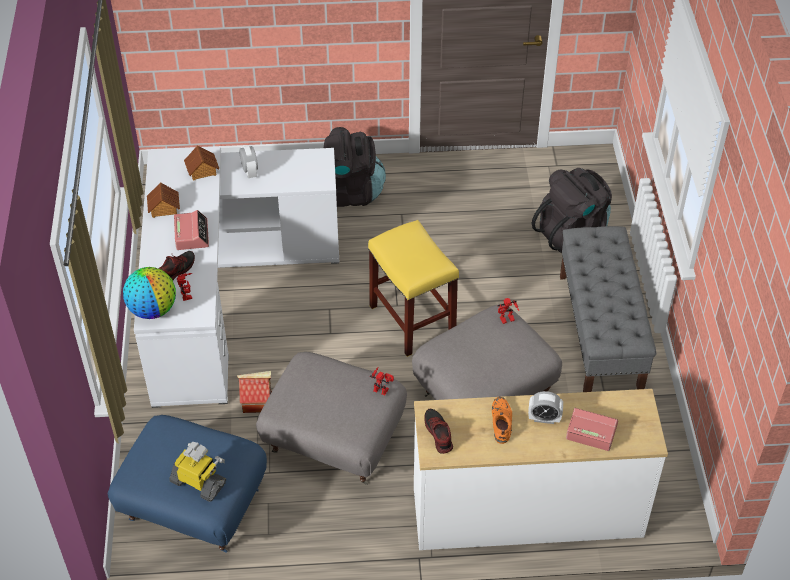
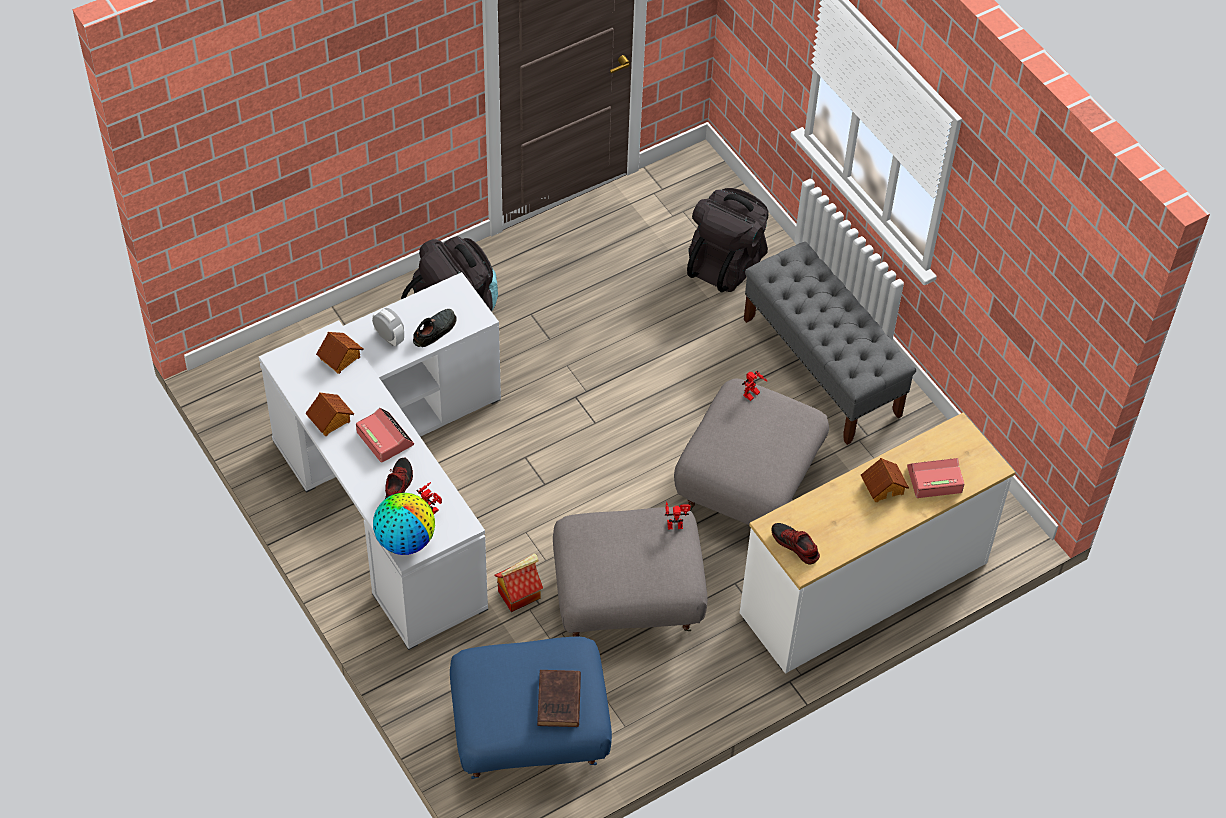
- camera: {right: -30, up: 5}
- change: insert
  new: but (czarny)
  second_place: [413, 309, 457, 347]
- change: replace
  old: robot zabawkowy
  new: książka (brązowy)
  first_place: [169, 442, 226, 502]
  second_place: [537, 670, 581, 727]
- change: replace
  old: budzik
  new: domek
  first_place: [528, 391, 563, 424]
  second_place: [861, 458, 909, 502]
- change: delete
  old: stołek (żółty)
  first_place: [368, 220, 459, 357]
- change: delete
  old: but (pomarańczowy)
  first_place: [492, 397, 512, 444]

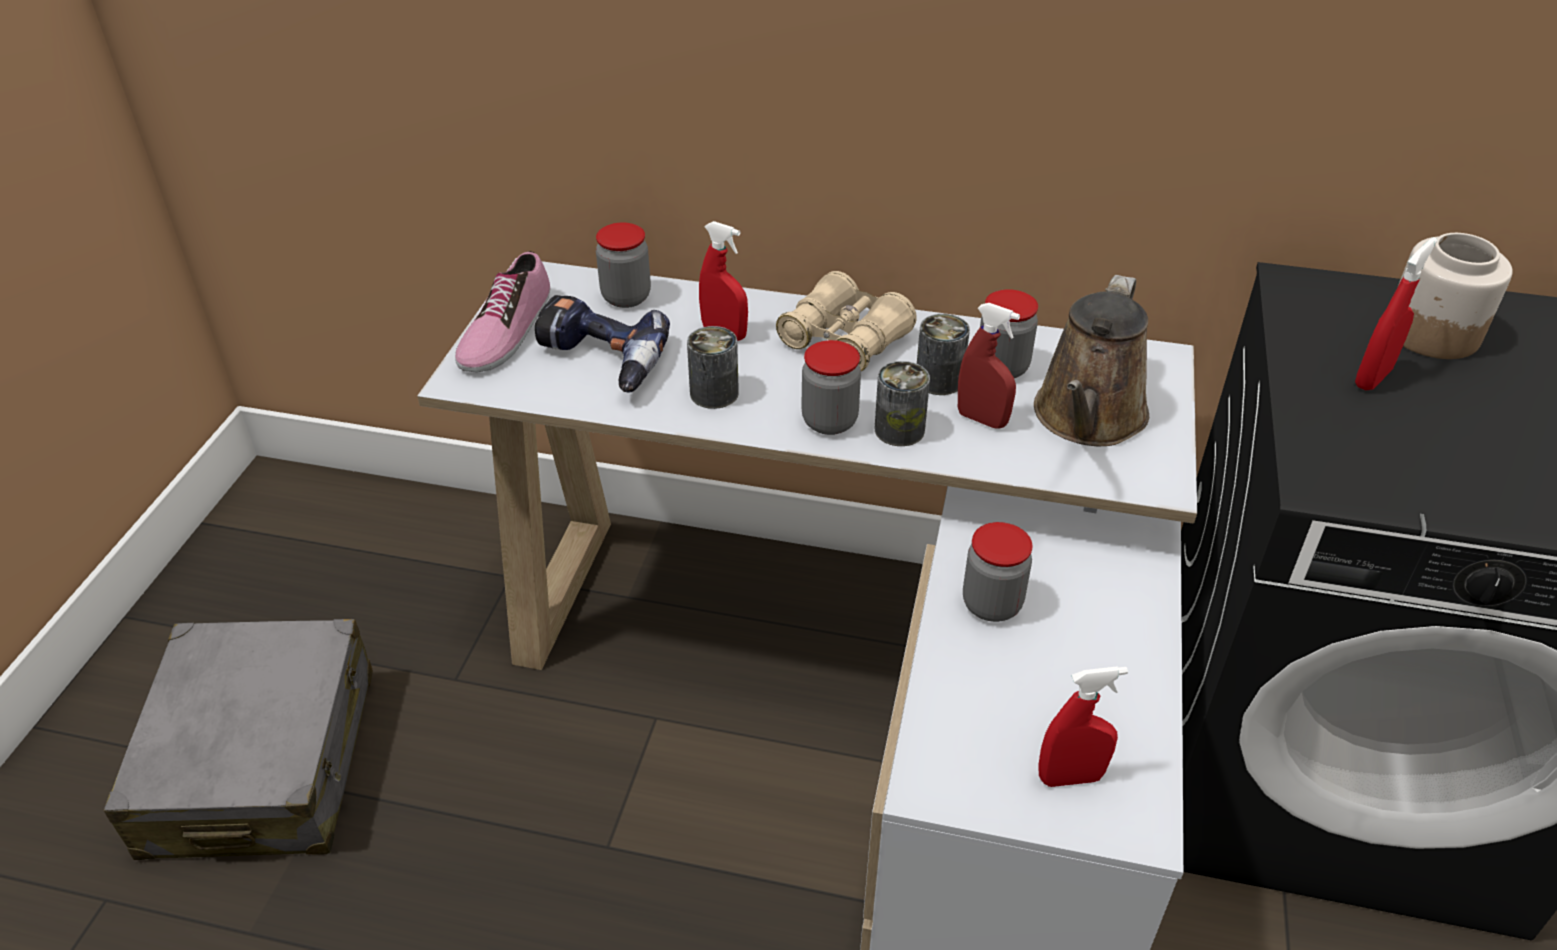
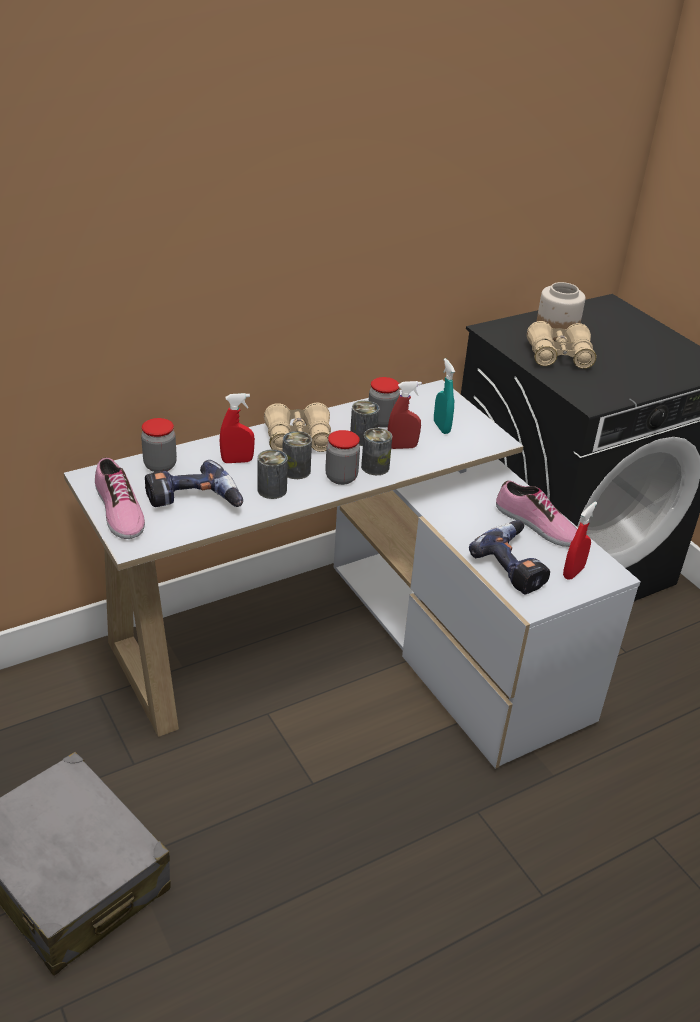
- camera: {right: -45, up: -5}
- change: insert
  new: puszka
  second_place: [282, 431, 312, 479]
- change: replace
  old: konewka (brązowy)
  new: spryskiwacz (turkusowy)
  first_place: [1034, 275, 1149, 446]
  second_place: [434, 358, 455, 434]
- change: insert
  new: wiertarka
  second_place: [469, 520, 550, 594]
- change: insert
  new: but
  second_place: [496, 480, 577, 547]
- change: replace
  old: spryskiwacz (czerwony)
  new: lornetka (beżowy)
  first_place: [1355, 237, 1438, 391]
  second_place: [527, 321, 597, 369]
- change: delete
  old: słoik
  first_place: [963, 522, 1033, 622]

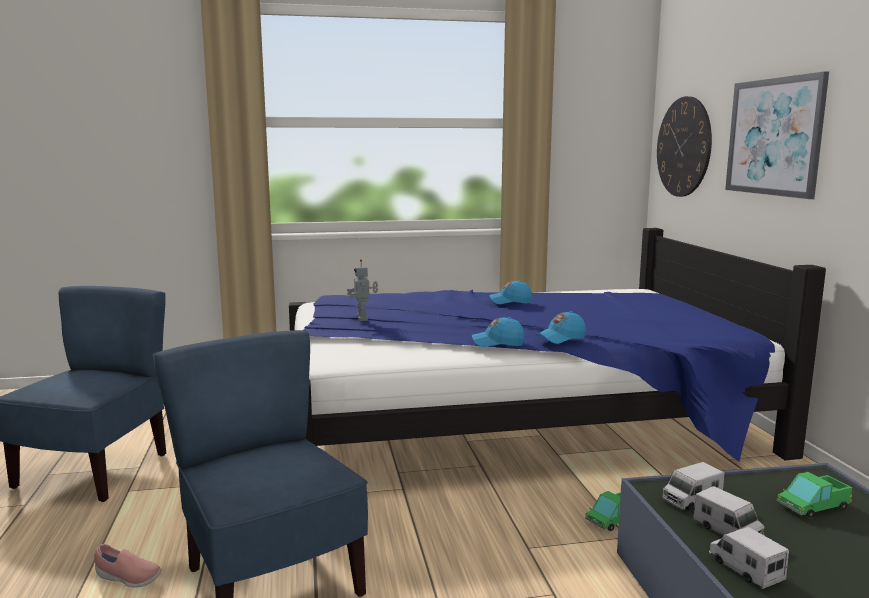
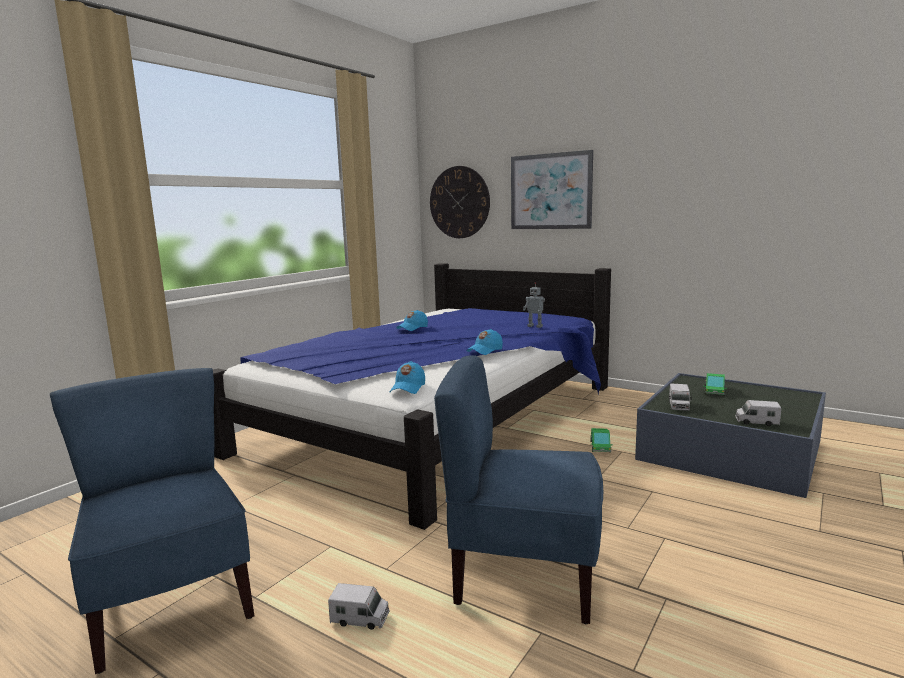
- camera: {right: -45, up: 0}
- change: move
  old: ciężarówka zabawkowa
  first_place: [693, 486, 765, 536]
  second_place: [328, 583, 389, 630]
- change: move
  old: czapka z daszkiem (niebieski)
  first_place: [536, 311, 586, 344]
  second_place: [390, 361, 425, 394]
- change: move
  old: robot zabawkowy
  first_place: [347, 260, 378, 321]
  second_place: [523, 282, 545, 328]
- change: delete
  old: but (różowy)
  first_place: [94, 544, 161, 588]

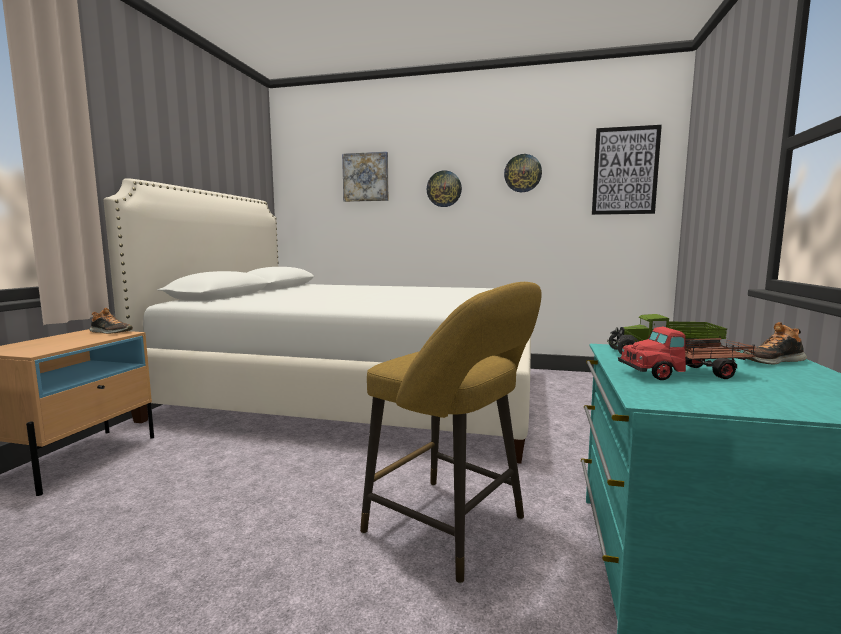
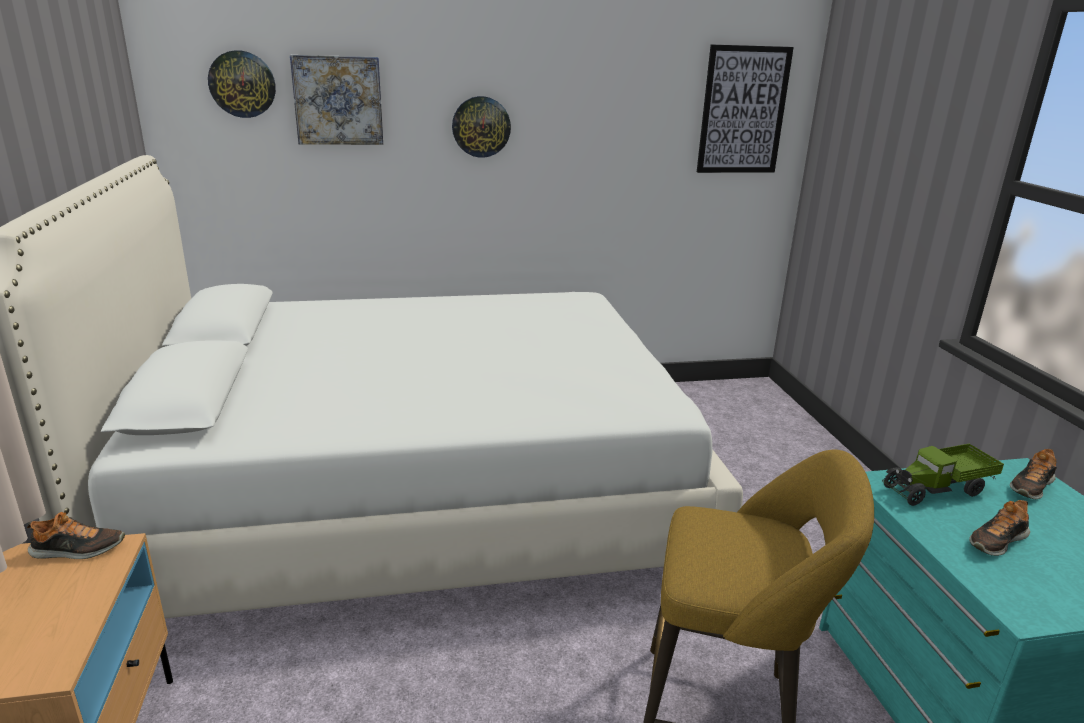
- camera: {right: -25, up: 15}
- change: move
  old: zegar ścienny
  first_place: [504, 154, 542, 192]
  second_place: [208, 50, 276, 118]
- change: replace
  old: ciężarówka zabawkowa
  new: but
  first_place: [618, 326, 756, 380]
  second_place: [969, 500, 1030, 556]

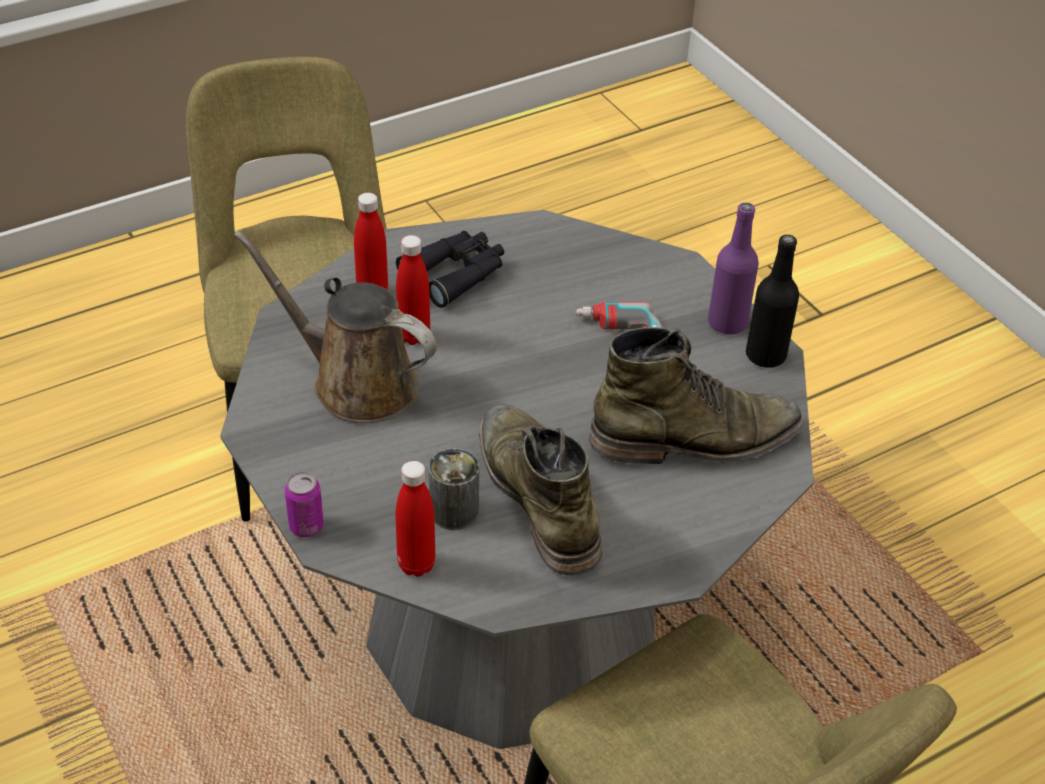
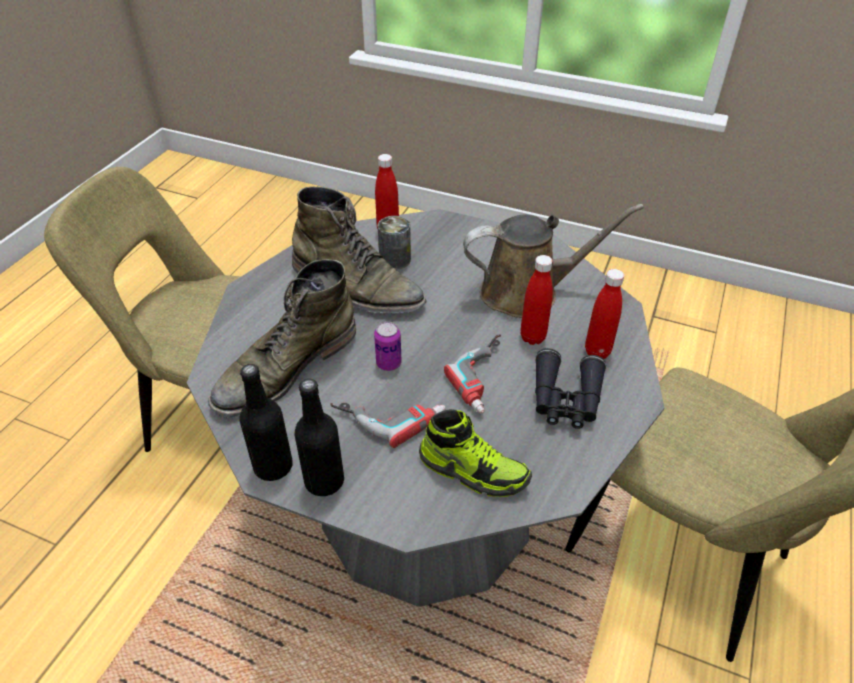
- camera: {right: 145, up: 0}
- change: recolor
  old: butelka (fioletowy)
  new: butelka (czarny)
  first_place: [708, 203, 759, 334]
  second_place: [295, 379, 344, 496]
- change: move
  old: puszka
  first_place: [285, 472, 324, 537]
  second_place: [374, 321, 402, 371]
- change: insert
  new: but
  second_place: [419, 409, 532, 497]
- change: insert
  new: wiertarka
  second_place: [444, 334, 501, 414]

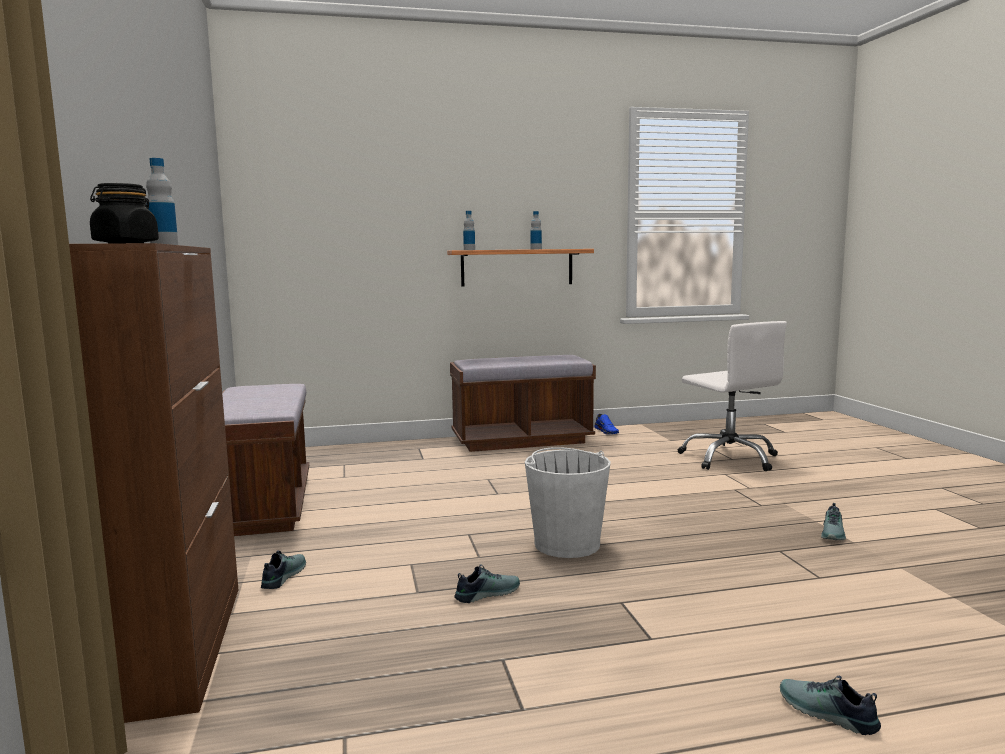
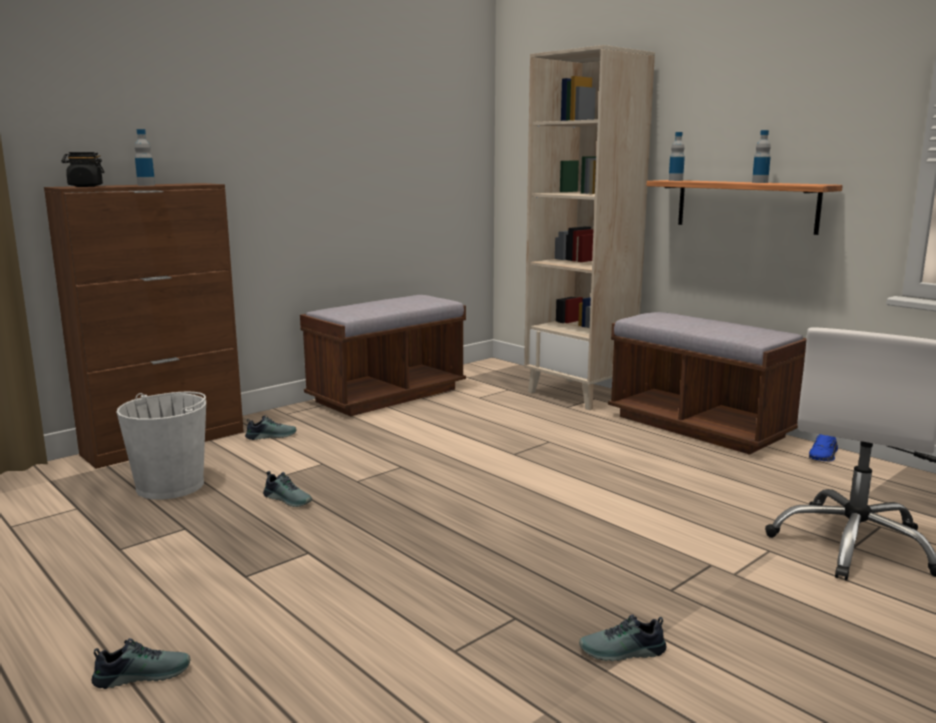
- camera: {right: 60, up: 5}
- change: rotate
  old: but
  first_place: [780, 676, 881, 735]
  second_place: [91, 638, 190, 689]
  degrees: 60
- change: move
  old: wiadro (biały)
  first_place: [525, 447, 611, 558]
  second_place: [117, 392, 206, 500]
- change: insert
  new: regał (beżowy)
  second_place: [524, 45, 655, 410]

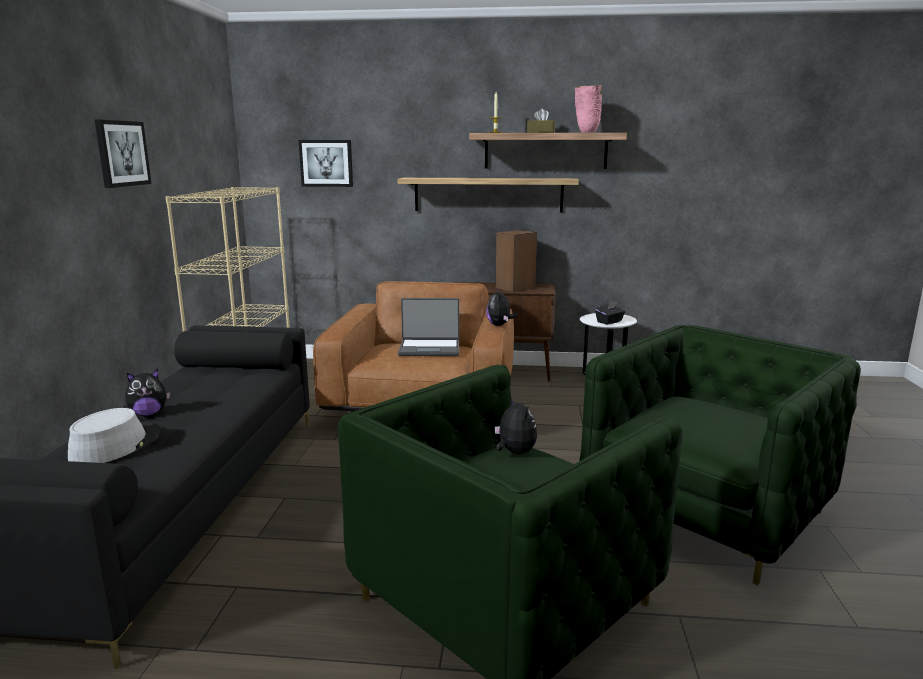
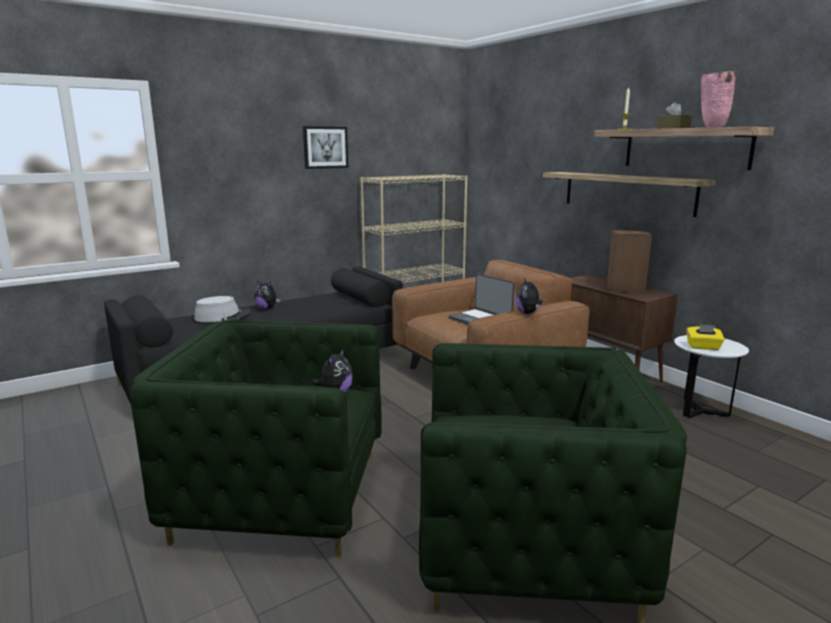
- camera: {right: 50, up: 0}
- change: rotate
  old: pluszak
  first_place: [486, 288, 517, 326]
  second_place: [515, 278, 542, 314]
  degrees: -60
- change: recolor
  old: pudełko chusteczek (czarny)
  new: pudełko chusteczek (żółty)
  first_place: [595, 302, 625, 325]
  second_place: [686, 324, 725, 350]
- change: delete
  old: obraz
  first_place: [299, 140, 353, 187]

